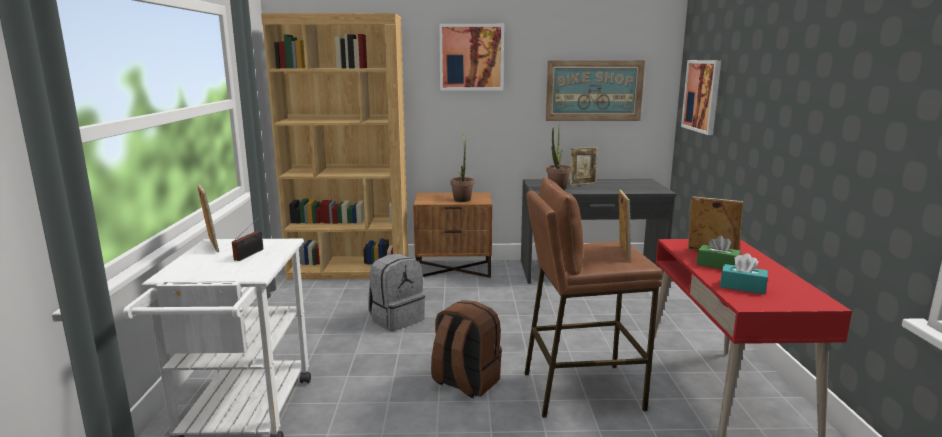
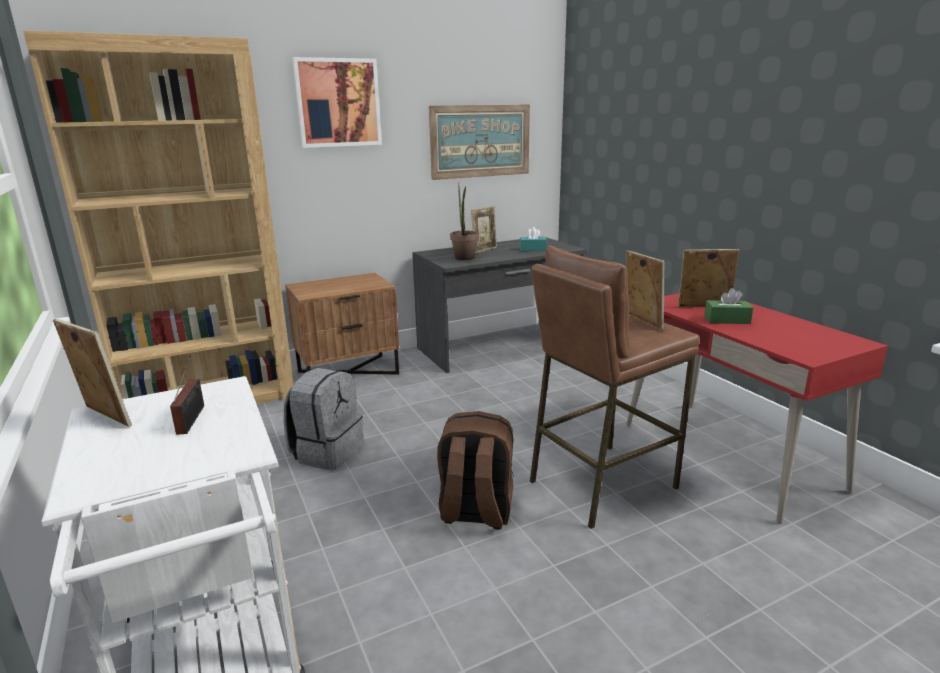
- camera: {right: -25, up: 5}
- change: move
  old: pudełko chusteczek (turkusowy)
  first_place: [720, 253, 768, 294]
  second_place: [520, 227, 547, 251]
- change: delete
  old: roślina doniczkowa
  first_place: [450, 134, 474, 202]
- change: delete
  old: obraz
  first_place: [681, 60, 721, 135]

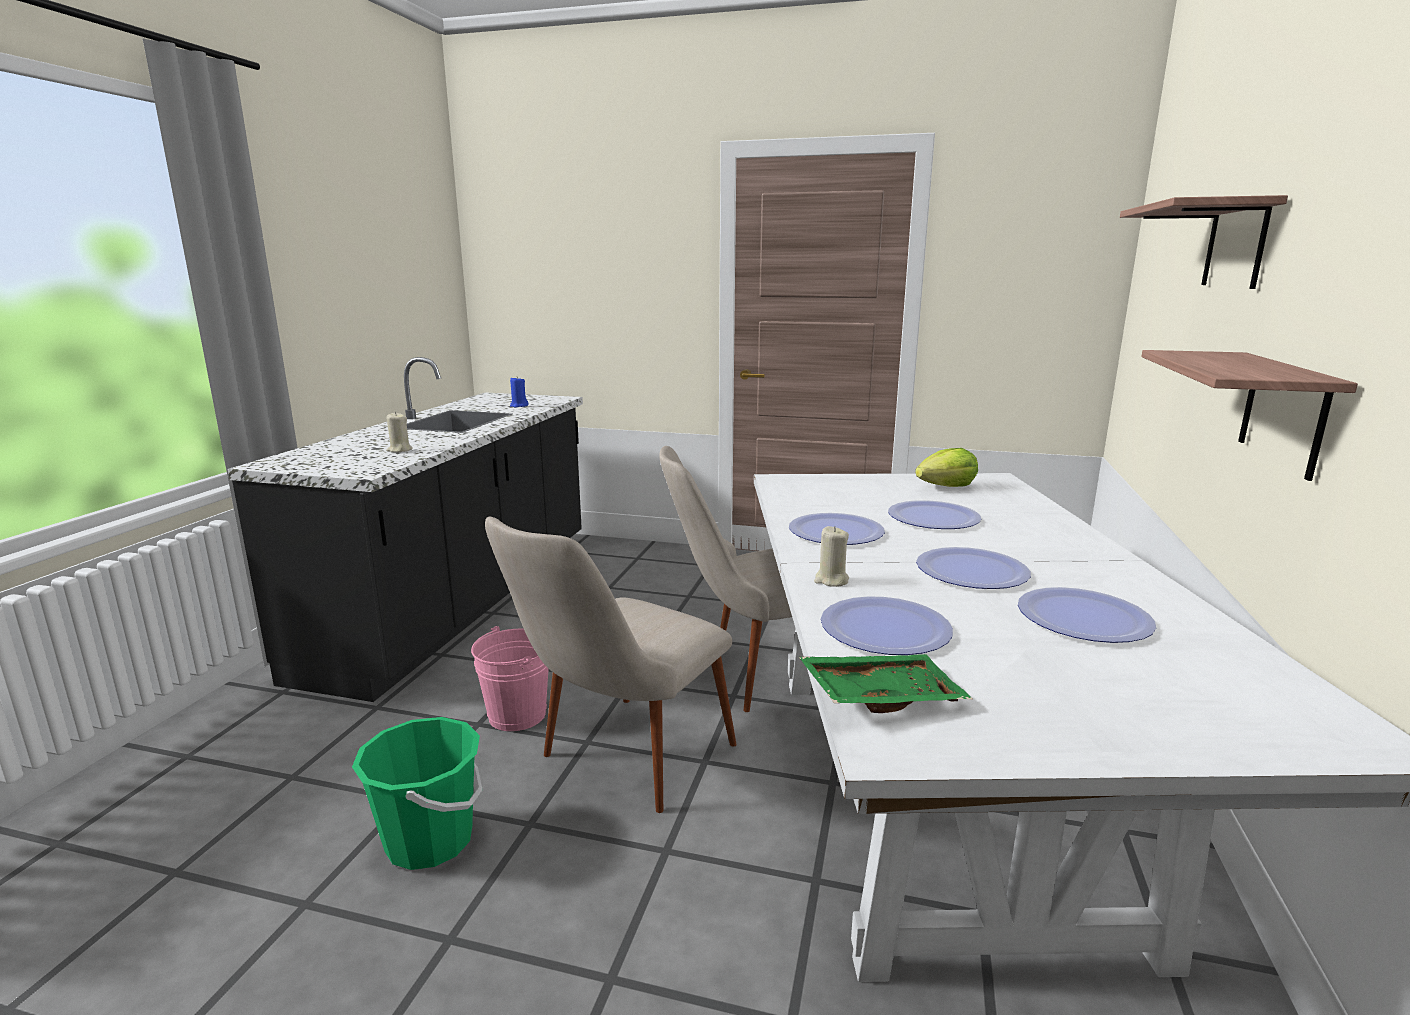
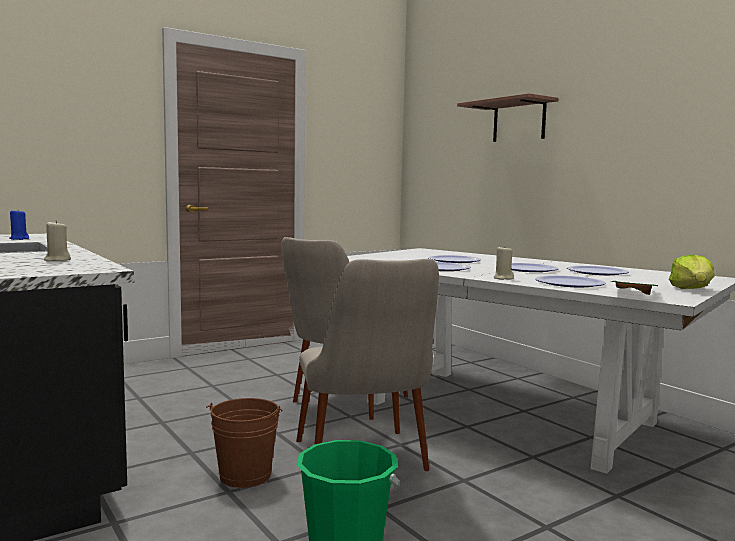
- camera: {right: -50, up: -10}
- change: recolor
  old: wiadro (różowy)
  new: wiadro (brązowy)
  first_place: [471, 626, 549, 731]
  second_place: [206, 398, 282, 488]
- change: move
  old: sałata
  first_place: [915, 448, 978, 487]
  second_place: [669, 254, 715, 289]
- change: delete
  old: półka
  first_place: [1141, 350, 1358, 481]

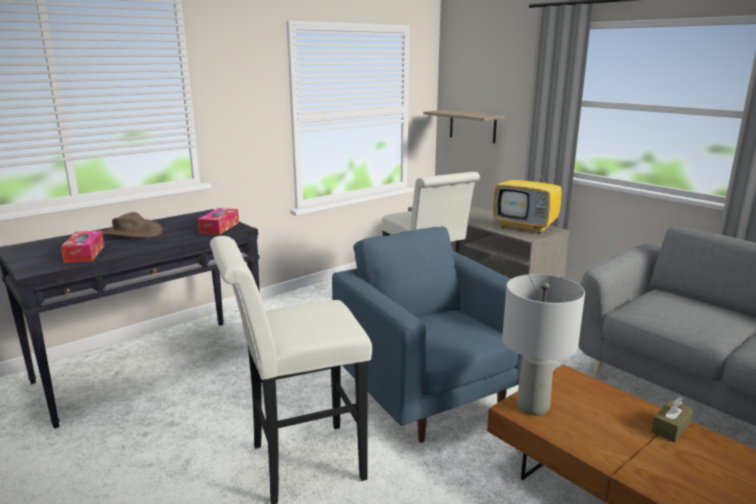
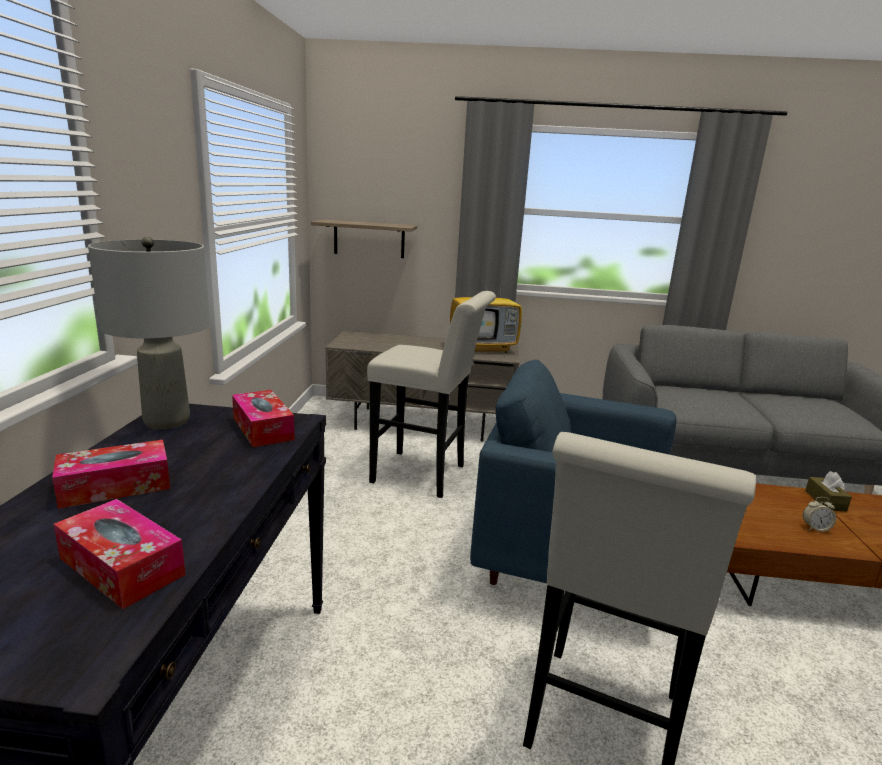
- camera: {right: -45, up: 0}
- change: replace
  old: kapelusz (brązowy)
  new: pudełko chusteczek
  first_place: [102, 212, 163, 238]
  second_place: [52, 440, 170, 509]
- change: move
  old: lampa stołowa (szary)
  first_place: [502, 274, 585, 416]
  second_place: [88, 237, 210, 429]
- change: insert
  new: budzik
  second_place: [803, 497, 836, 532]

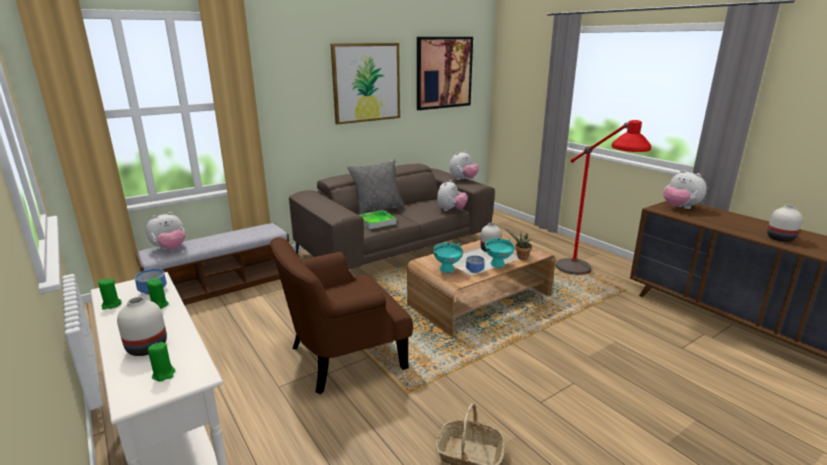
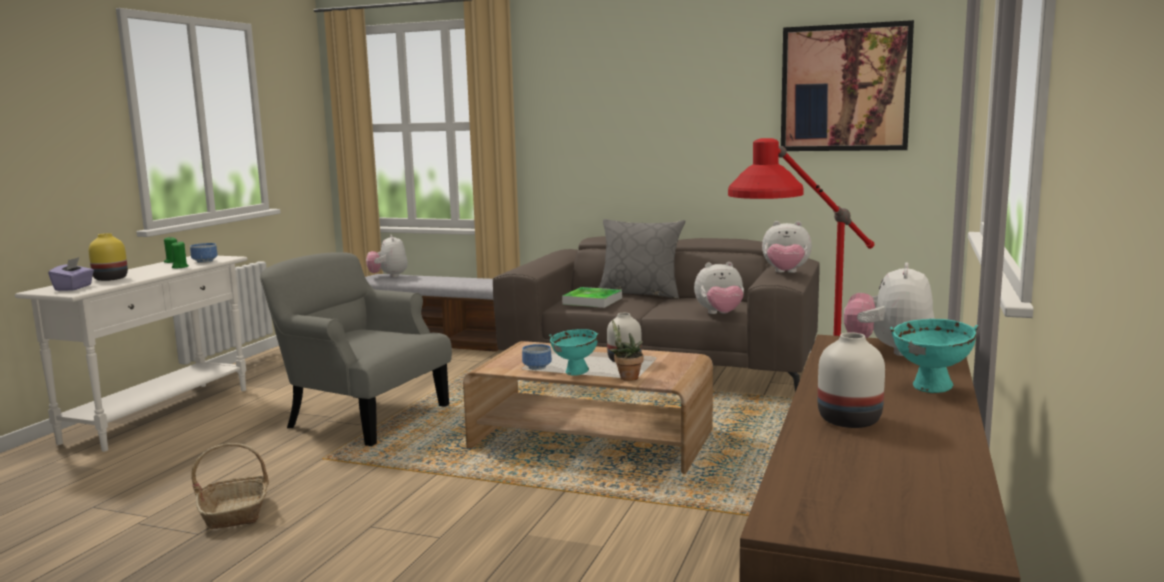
- camera: {right: 55, up: -10}
- change: replace
  old: świeca (zielony)
  new: pudełko chusteczek (fioletowy)
  first_place: [148, 342, 175, 382]
  second_place: [48, 257, 94, 291]
- change: recolor
  old: wazon (biały)
  new: wazon (żółty)
  first_place: [117, 297, 167, 356]
  second_place: [88, 233, 128, 281]
- change: recolor
  old: fotel (brązowy)
  new: fotel (szary)
  first_place: [270, 237, 413, 394]
  second_place: [260, 252, 452, 446]
- change: rotate
  old: pluszak
  first_place: [146, 212, 185, 250]
  second_place: [366, 235, 408, 278]
  degrees: 60
- change: move
  old: miska (turkusowy)
  first_place: [433, 243, 463, 273]
  second_place: [890, 319, 979, 393]
- change: delete
  old: obraz
  first_place: [331, 43, 400, 125]

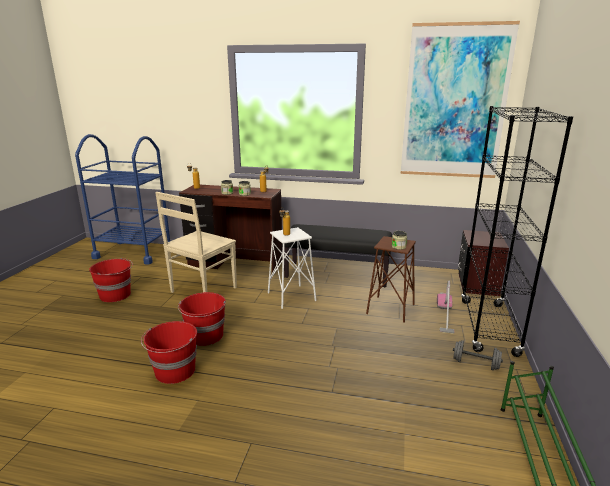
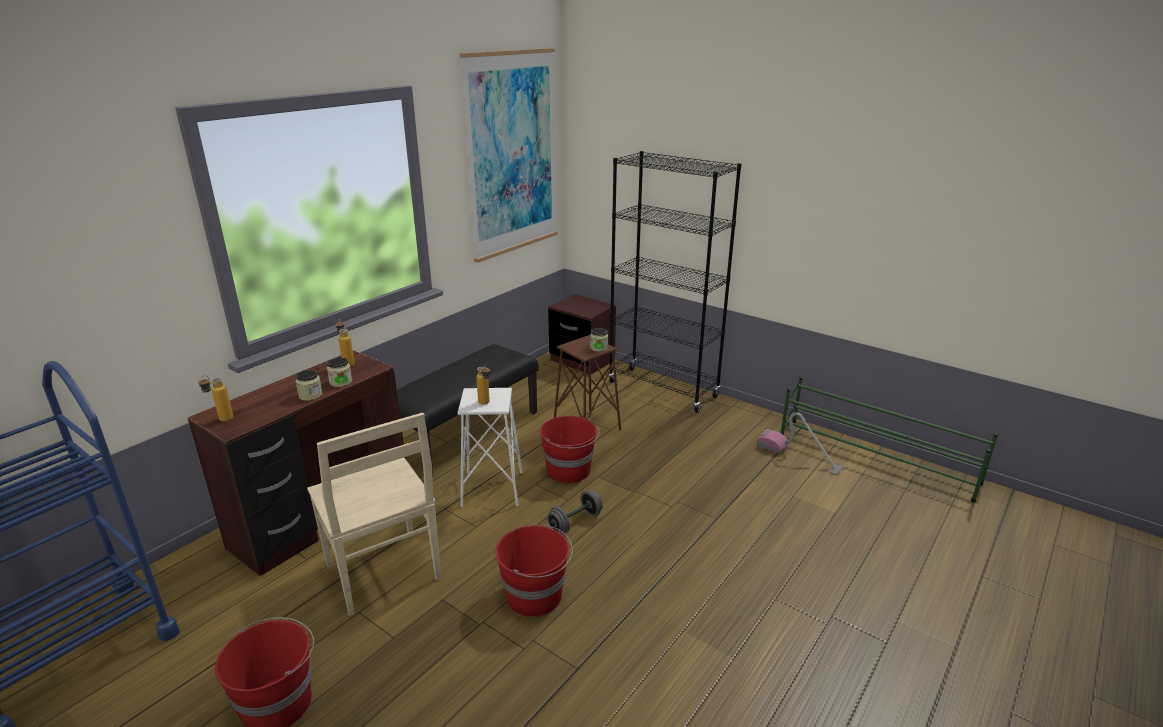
- camera: {right: -65, up: 5}
- change: move
  old: wiadro (czerwony)
  first_place: [141, 321, 197, 384]
  second_place: [540, 416, 600, 483]
- change: move
  old: hantel (szary)
  first_place: [453, 340, 503, 370]
  second_place: [547, 491, 603, 534]
- change: move
  old: odkurzacz
  first_place: [437, 281, 455, 334]
  second_place: [757, 412, 843, 476]

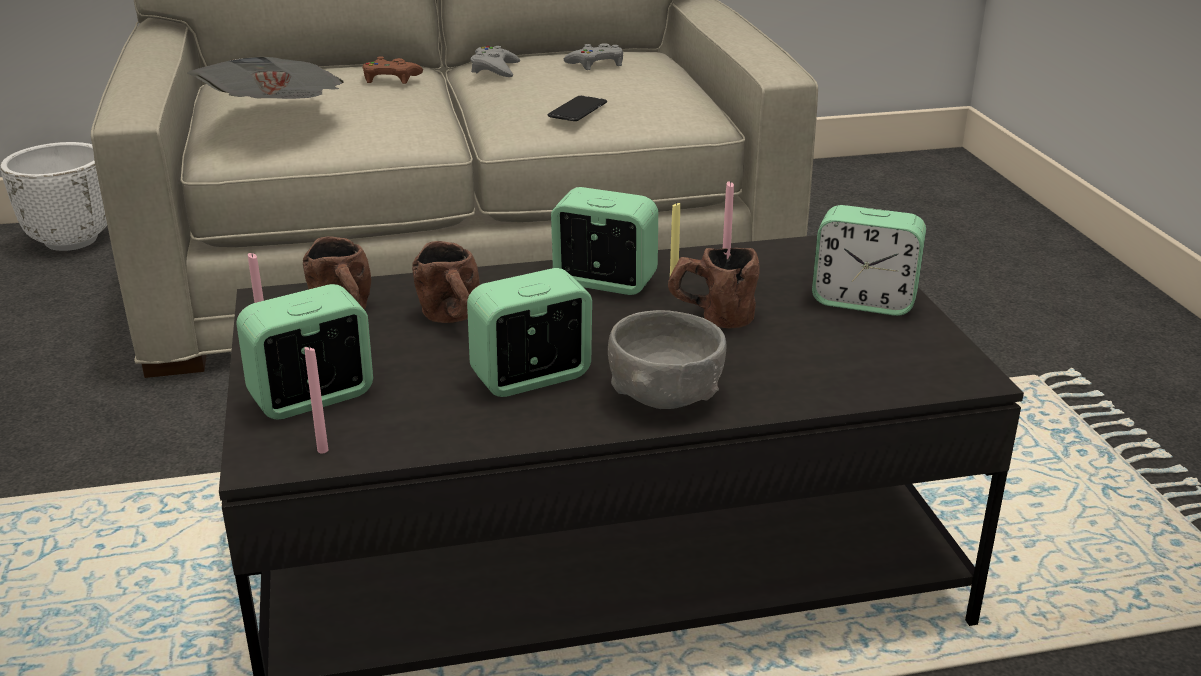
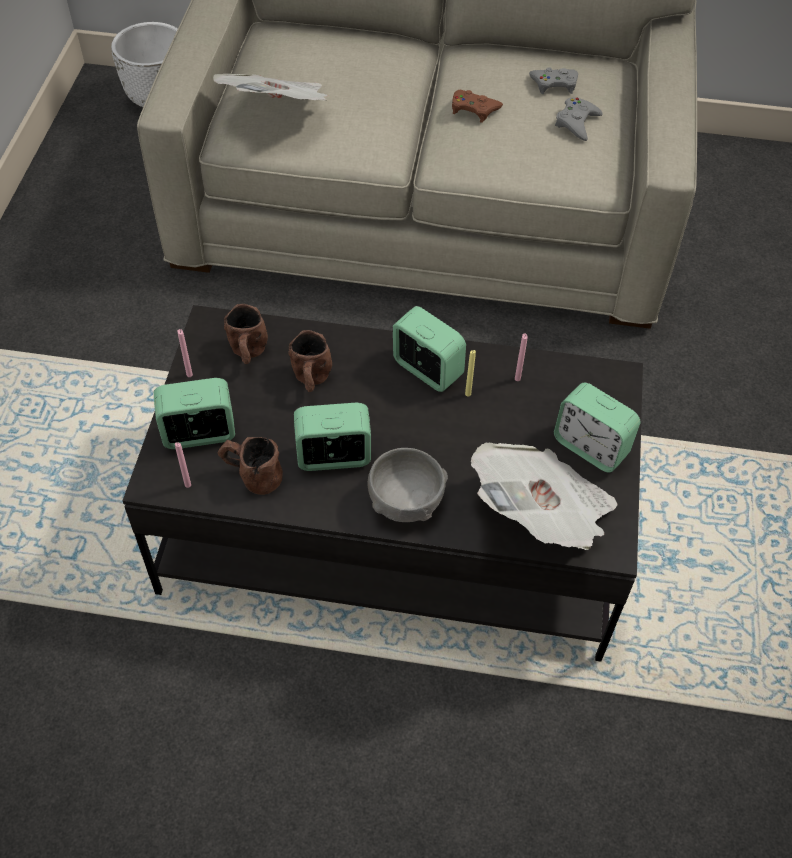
- camera: {right: 20, up: 25}
- change: move
  old: kubek (brązowy)
  first_place: [668, 248, 760, 329]
  second_place: [218, 437, 283, 495]
- change: move
  old: pad do gier (brązowy)
  first_place: [363, 56, 423, 84]
  second_place: [452, 90, 503, 123]
- change: insert
  new: gazeta
  second_place: [471, 443, 617, 550]
- change: move
  old: pad do gier (szary)
  first_place: [471, 46, 520, 77]
  second_place: [555, 98, 602, 141]
- change: delete
  old: telefon
  first_place: [548, 96, 607, 121]

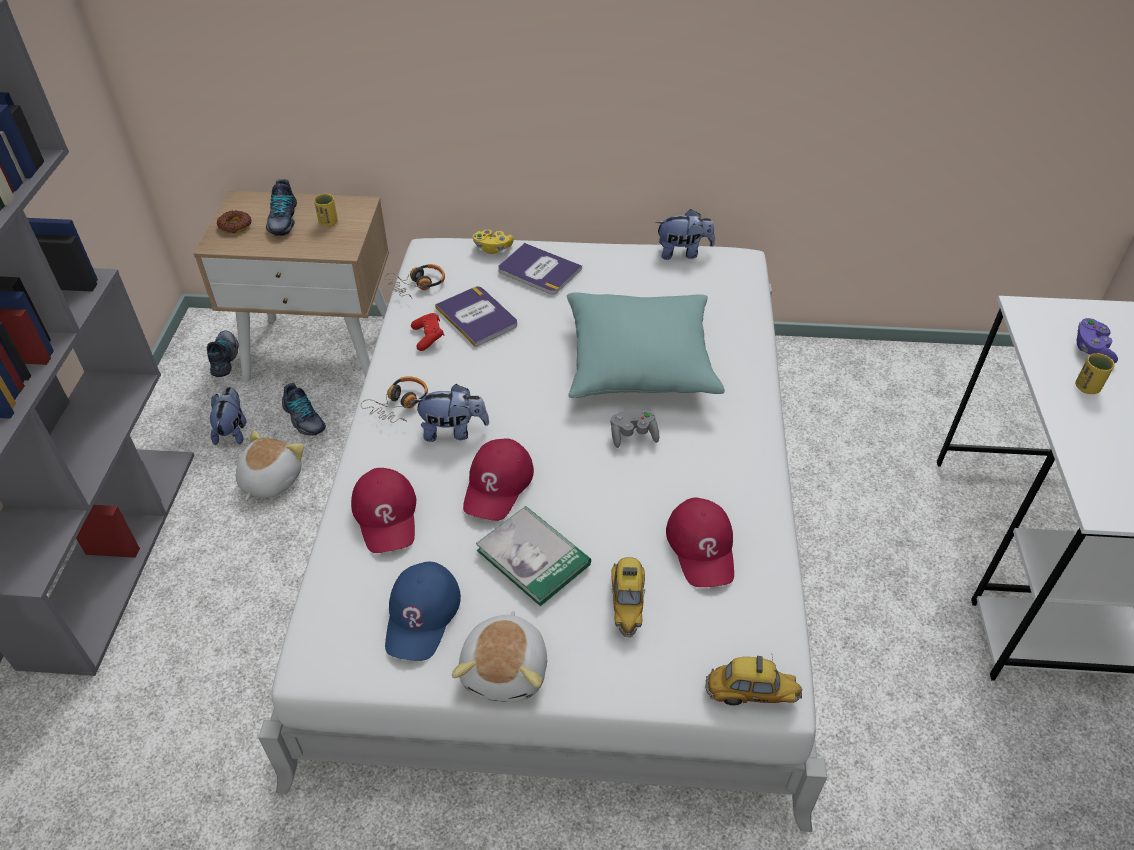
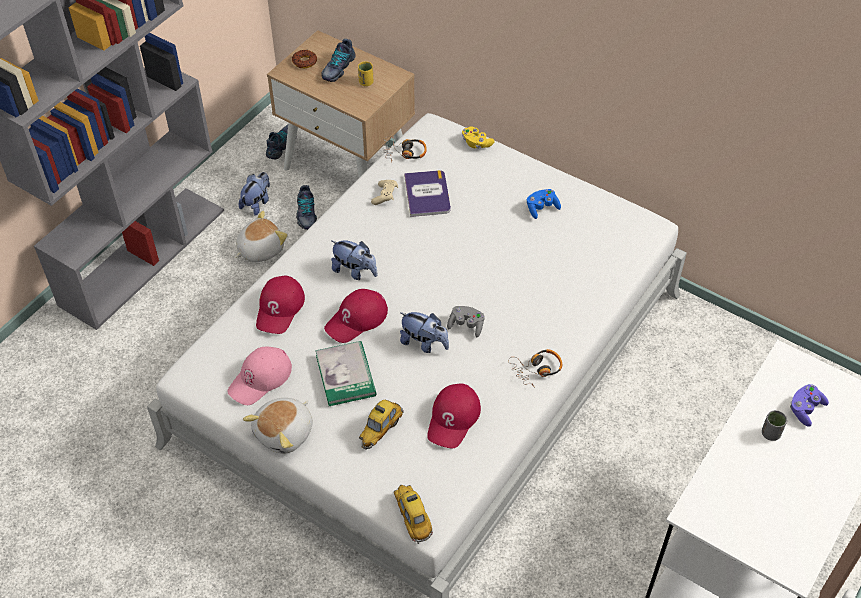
- camera: {right: 30, up: 5}
- change: recolor
  old: czapka z daszkiem (niebieski)
  new: czapka z daszkiem (różowy)
  first_place: [385, 562, 461, 661]
  second_place: [227, 347, 292, 405]
- change: recolor
  old: pad do gier (czerwony)
  new: pad do gier (beżowy)
  first_place: [411, 313, 445, 351]
  second_place: [371, 180, 398, 205]
- change: rotate
  old: samochodzik
  first_place: [706, 656, 803, 706]
  second_place: [394, 485, 433, 544]
  degrees: -150
- change: move
  old: pluszak
  first_place: [655, 209, 715, 260]
  second_place: [400, 312, 449, 353]
- change: move
  old: słuchawki
  first_place: [361, 376, 428, 423]
  second_place: [508, 349, 562, 388]
- change: insert
  new: pad do gier (niebieski)
  second_place: [527, 189, 561, 219]
- change: recolor
  old: filiżanka (żółty)
  new: filiżanka (szary)
  first_place: [1075, 353, 1115, 394]
  second_place: [762, 410, 787, 441]
- change: delete
  old: książka
  first_place: [498, 243, 582, 294]
- change: delete
  old: poduszka (turkusowy)
  first_place: [567, 292, 725, 398]

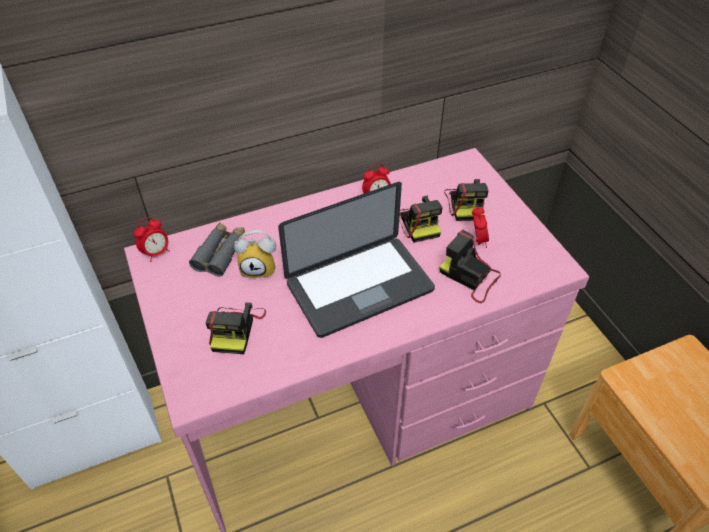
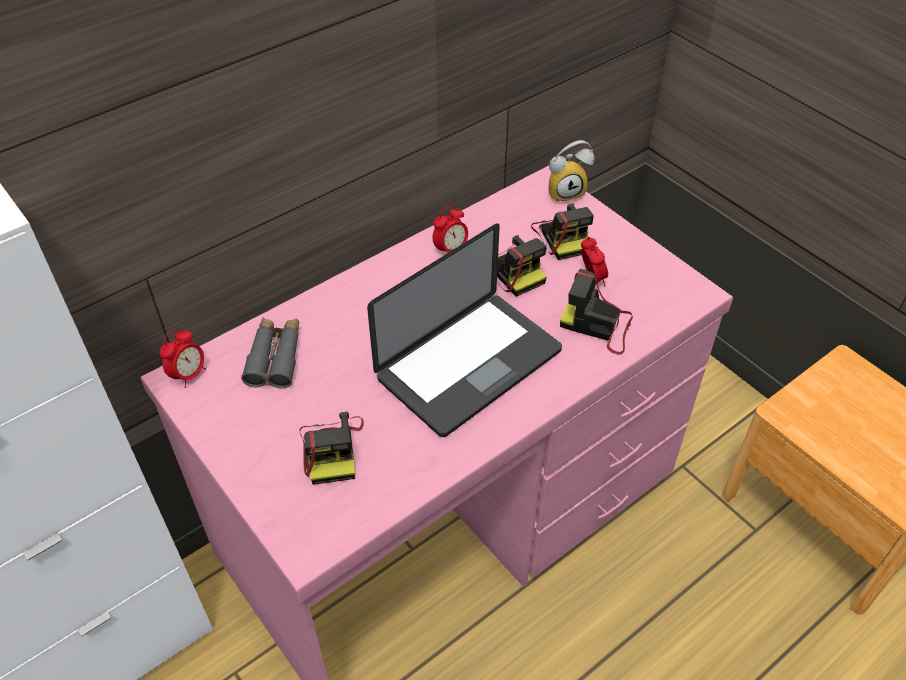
- camera: {right: -15, up: 0}
- change: move
  old: budzik
  first_place: [234, 230, 276, 278]
  second_place: [548, 140, 595, 203]

